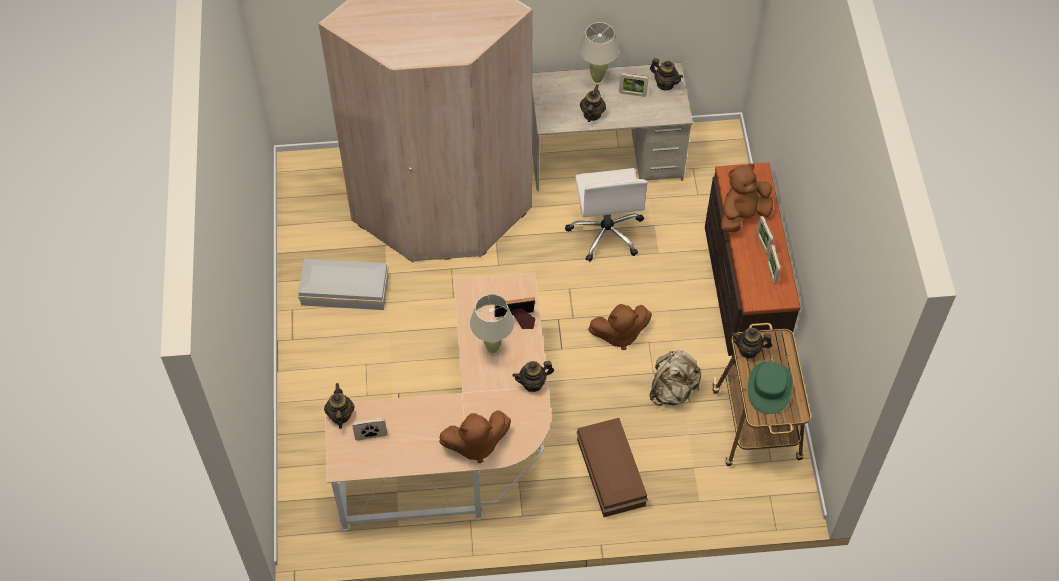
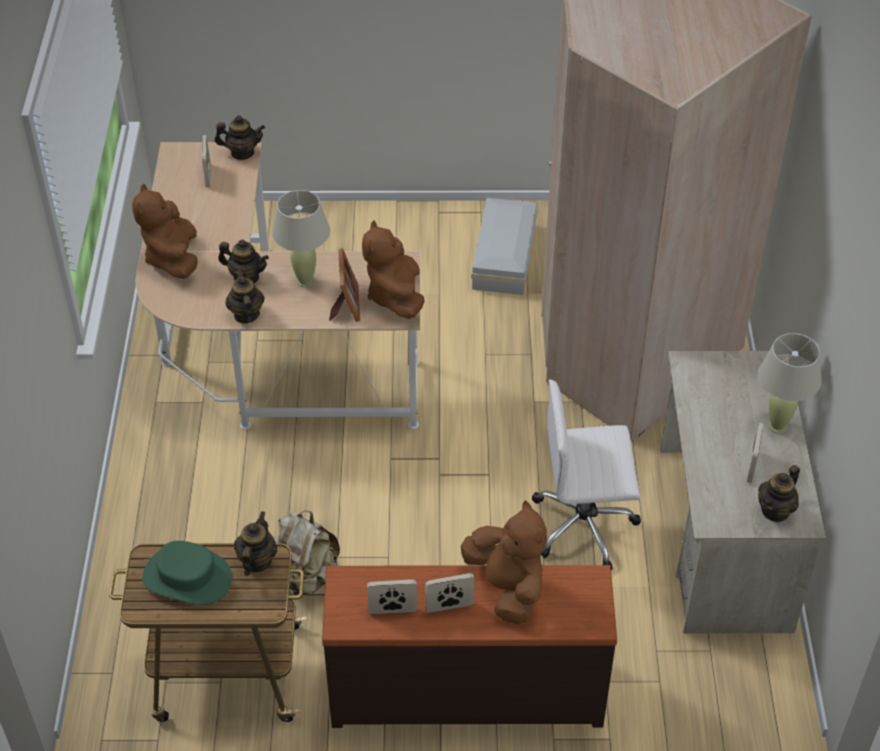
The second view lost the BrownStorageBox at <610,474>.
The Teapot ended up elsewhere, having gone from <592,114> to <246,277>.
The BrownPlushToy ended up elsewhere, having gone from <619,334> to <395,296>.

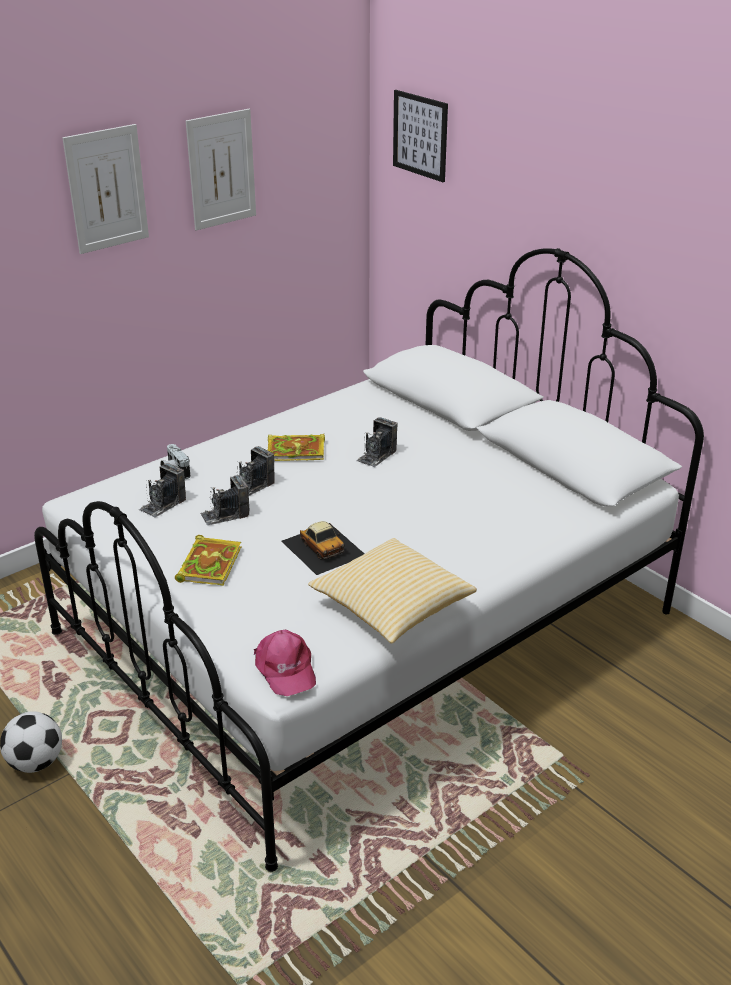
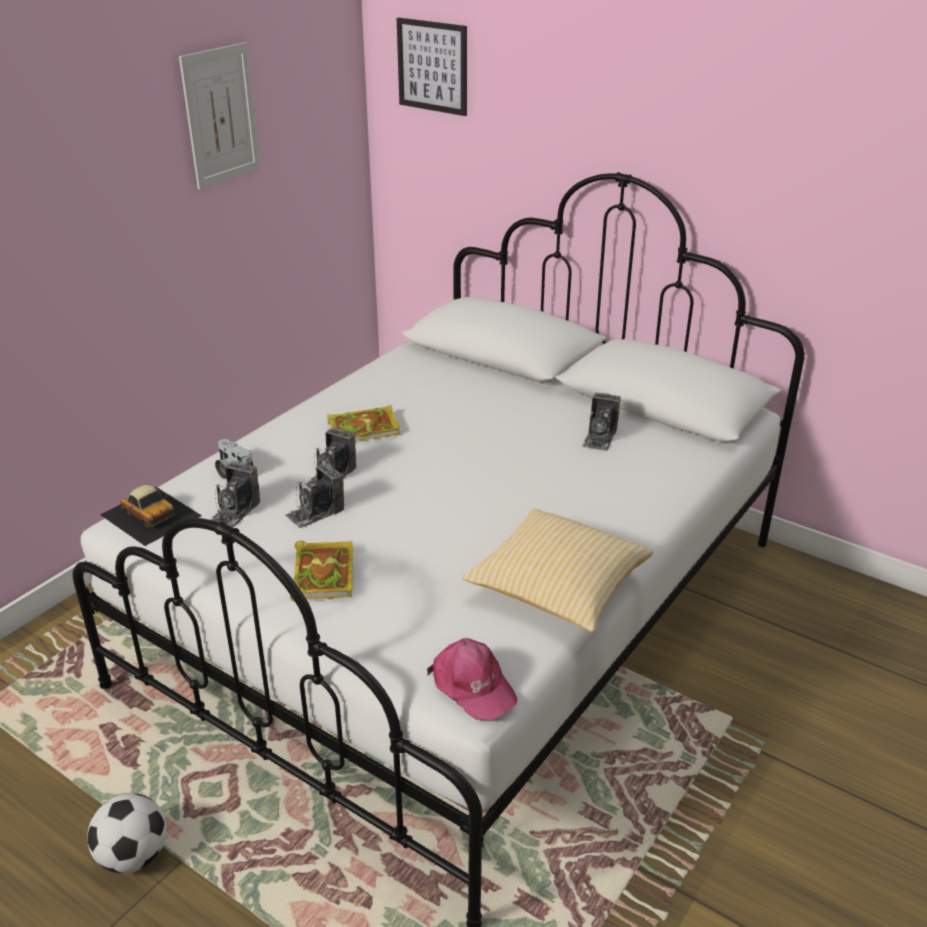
The second view lost the Picture at <107,189>.
The ToyCar ended up elsewhere, having gone from <323,547> to <151,514>.
The PhotoCamera ended up elsewhere, having gone from <376,456> to <599,437>.

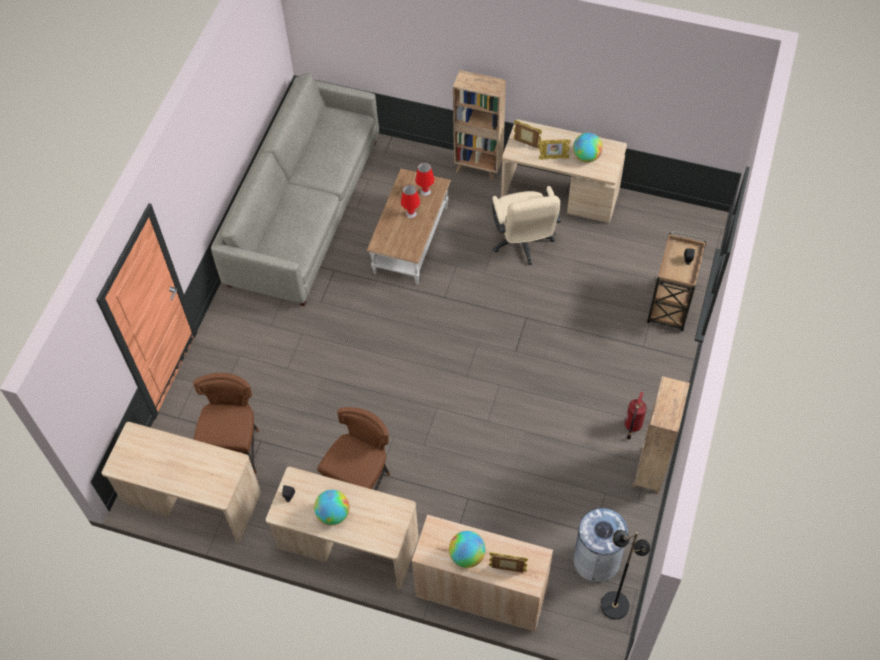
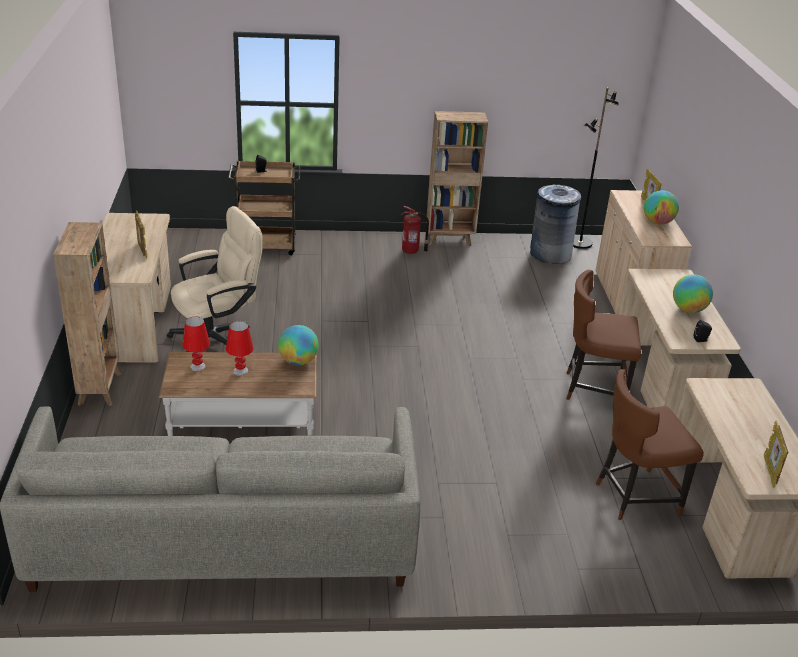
The PictureFrame ended up elsewhere, having gone from <526,144> to <769,472>.
The Globe ended up elsewhere, having gone from <586,157> to <298,361>.

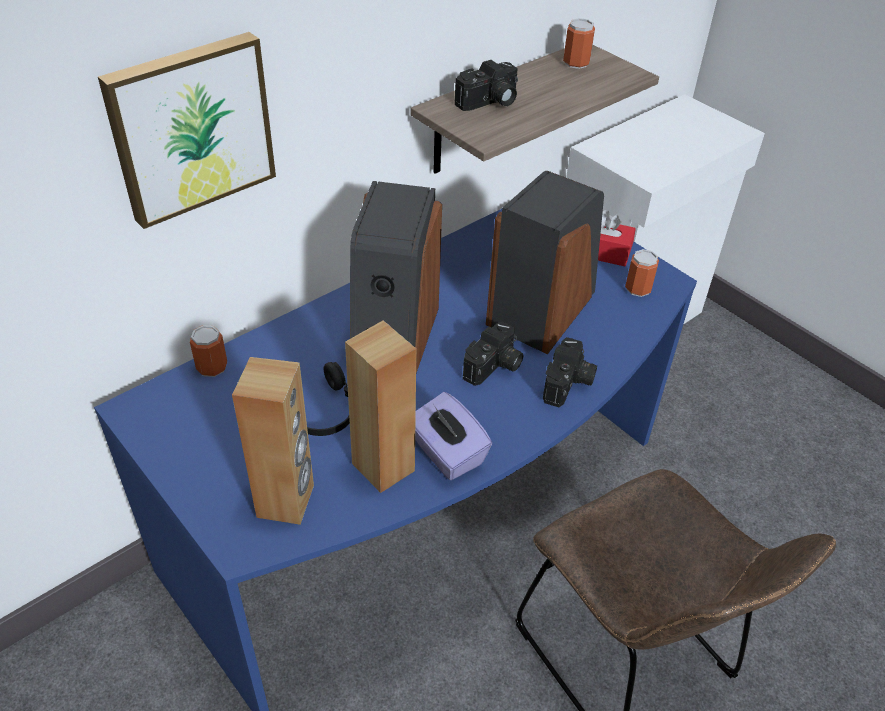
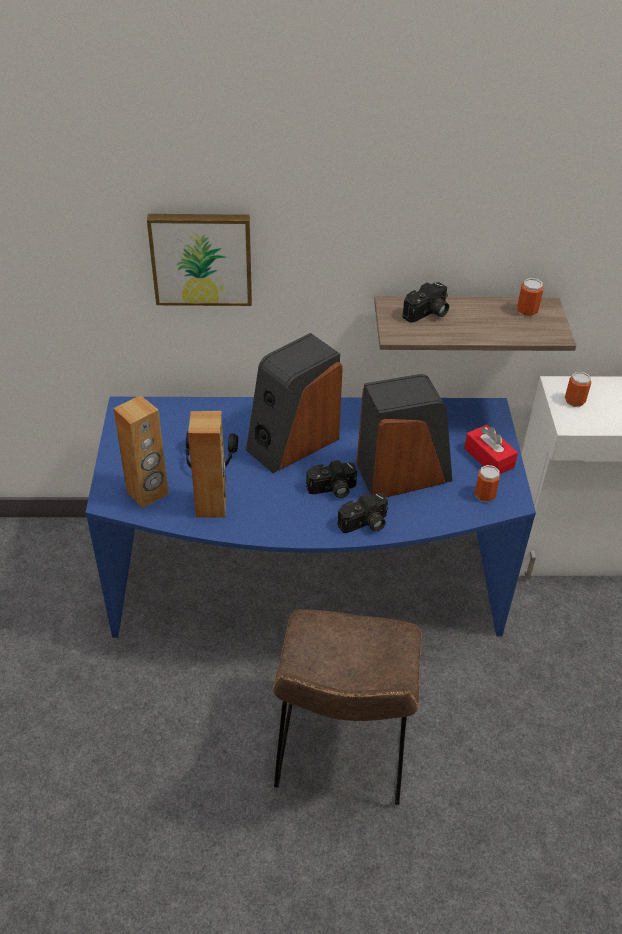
The second view lost the PurpleTissueBox at <446,453>.
The Can ended up elsewhere, having gone from <212,367> to <574,401>.
The PhotoCamera at <489,102> ended up facing another way, 45 degrees counterclockwise from before.

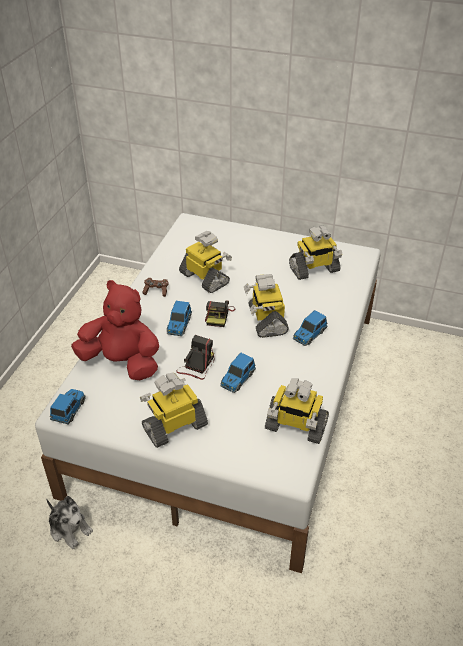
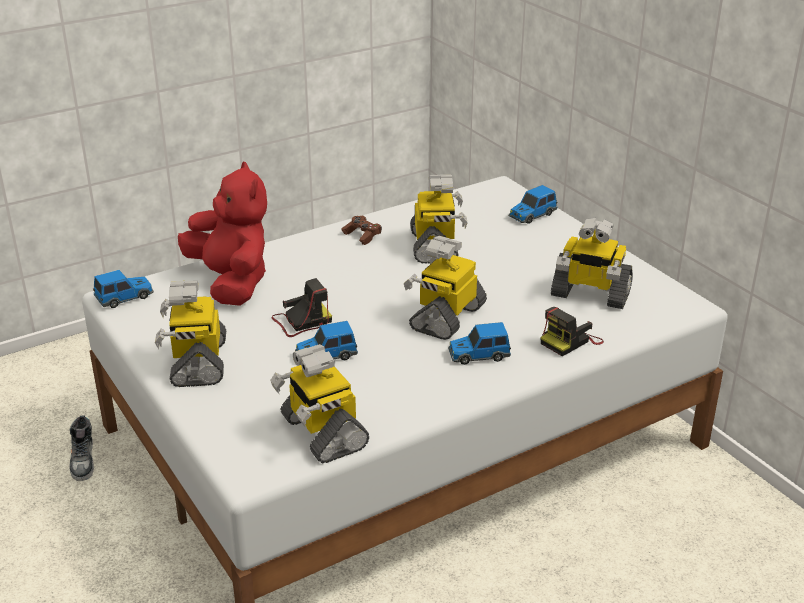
The ToyCar ended up elsewhere, having gone from <179,325> to <532,215>.
The PhotoCamera ended up elsewhere, having gone from <219,315> to <570,341>.
Where the PlushToy stood at <70,528>, the Shoe came to stand at <83,460>.
The ToyRobot at <174,426> ended up facing another way, 105 degrees counterclockwise from before.

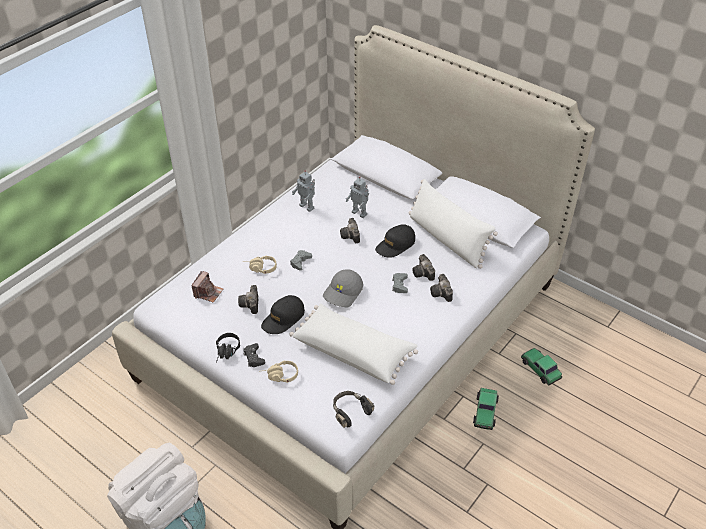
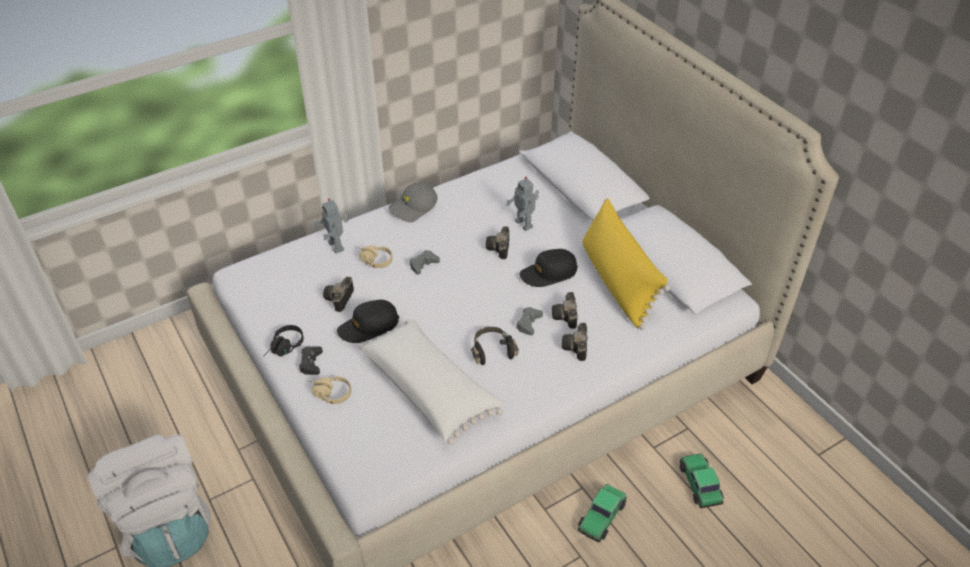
The second view lost the PhotoCamera at <208,292>.
The ToyRobot ended up elsewhere, having gone from <307,206> to <337,246>.
The GreyCap ended up elsewhere, having gone from <343,293> to <413,208>.
The BlackHeadphones ended up elsewhere, having gone from <350,412> to <492,351>.
What was the WhitePillow at <447,239> turned into the YellowPillow at <617,282>.

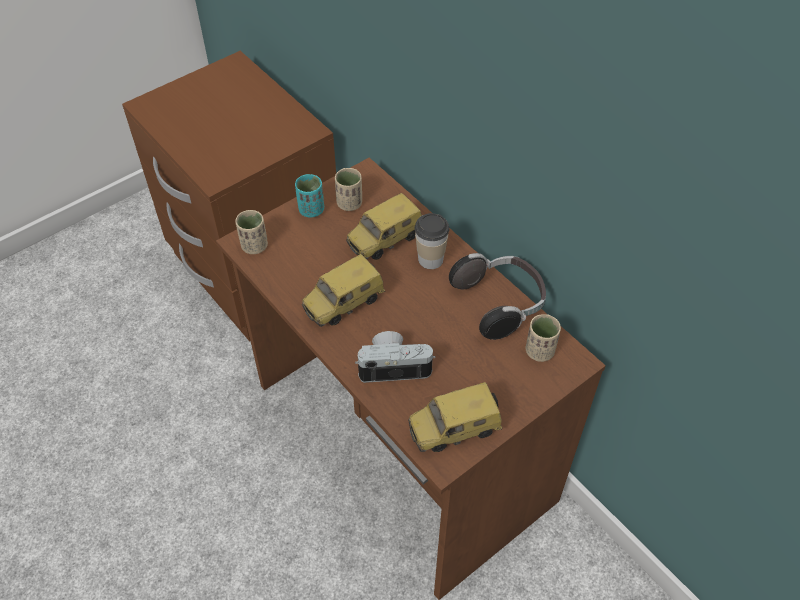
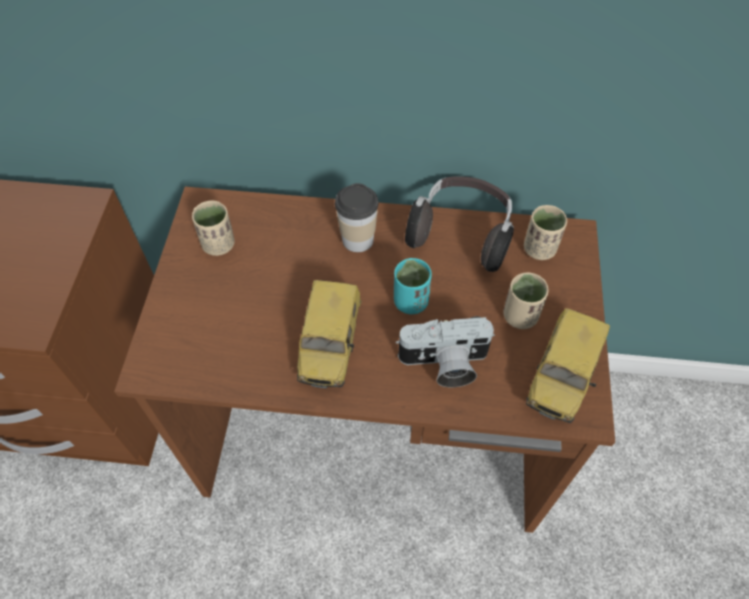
The second view lost the ToyCar at <386,242>.
The BeigeCup ended up elsewhere, having gone from <254,246> to <520,316>.
The TurquoiseCup ended up elsewhere, having gone from <311,210> to <410,301>.
The PhotoCamera at <394,365> ended up facing another way, 135 degrees counterclockwise from before.

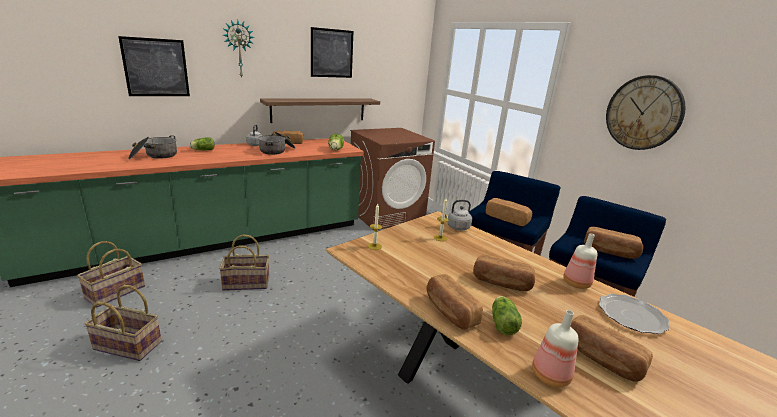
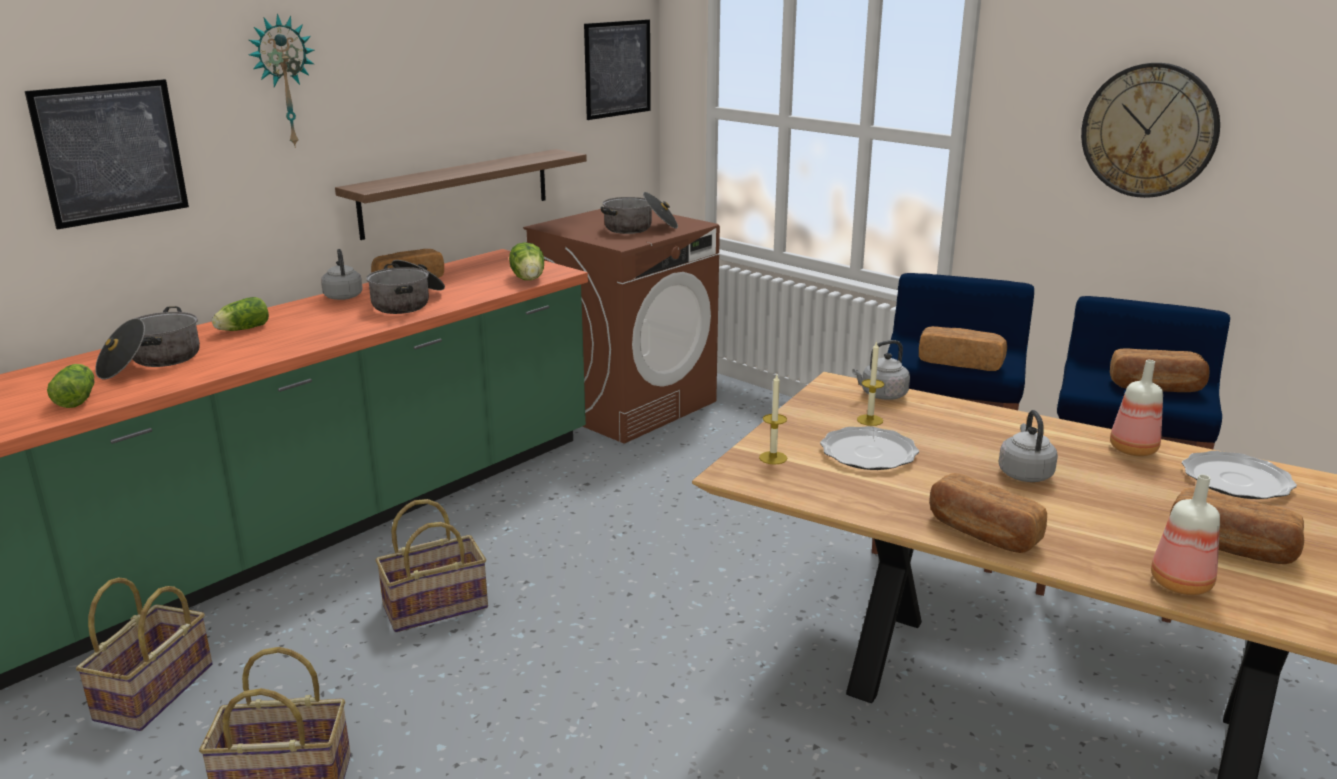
The second view gained the CookingPot at <639,228>.
The second view gained the Plate at <868,453>.
The Picture ended up elsewhere, having gone from <332,53> to <617,69>.
The Lettuce ended up elsewhere, having gone from <502,323> to <78,398>.
Where the Bread stood at <501,283>, the GreyKettle came to stand at <1024,473>.

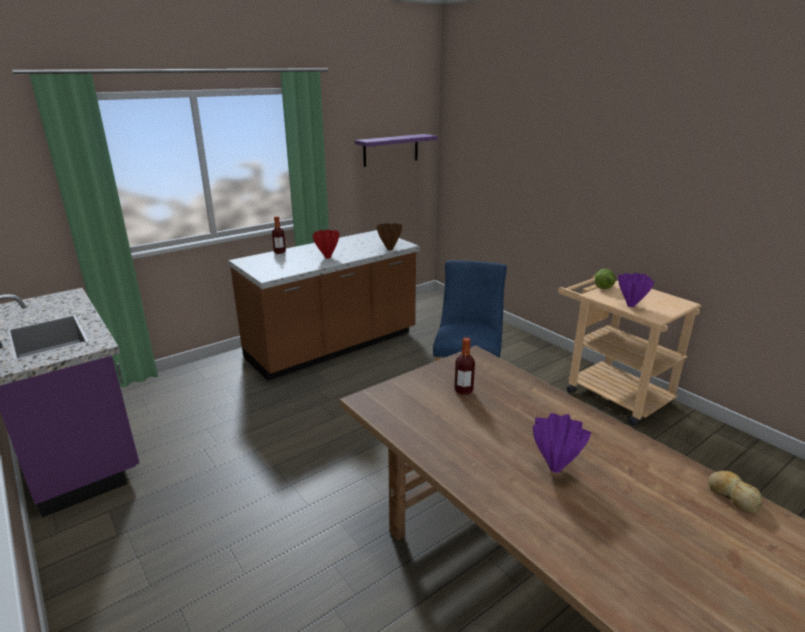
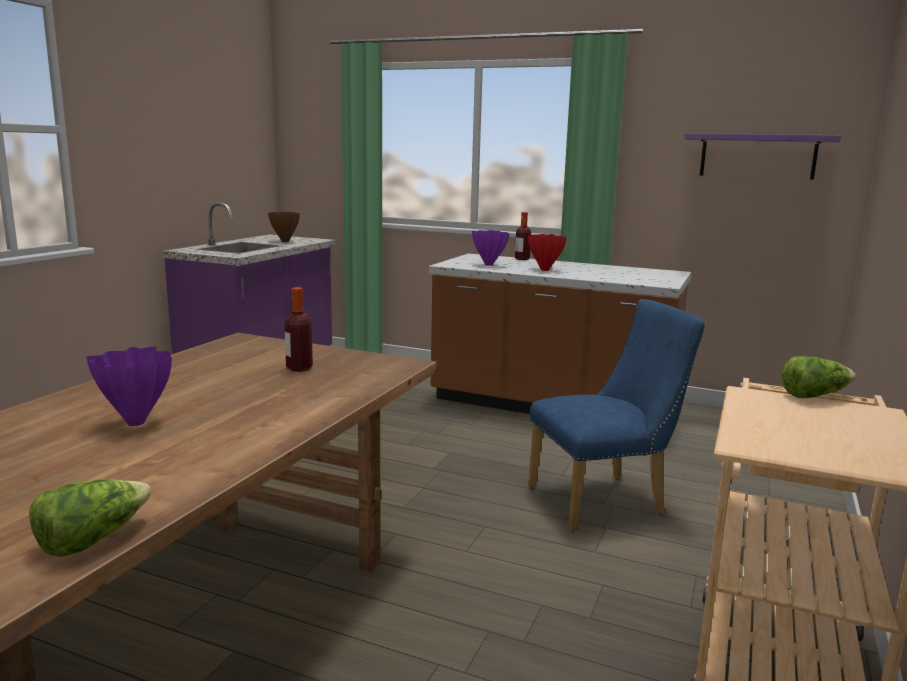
The BrownVase ended up elsewhere, having gone from <389,249> to <284,241>.
The PurpleVase ended up elsewhere, having gone from <630,306> to <488,265>.
Where the Bread stood at <732,496>, the Lettuce came to stand at <92,539>.

